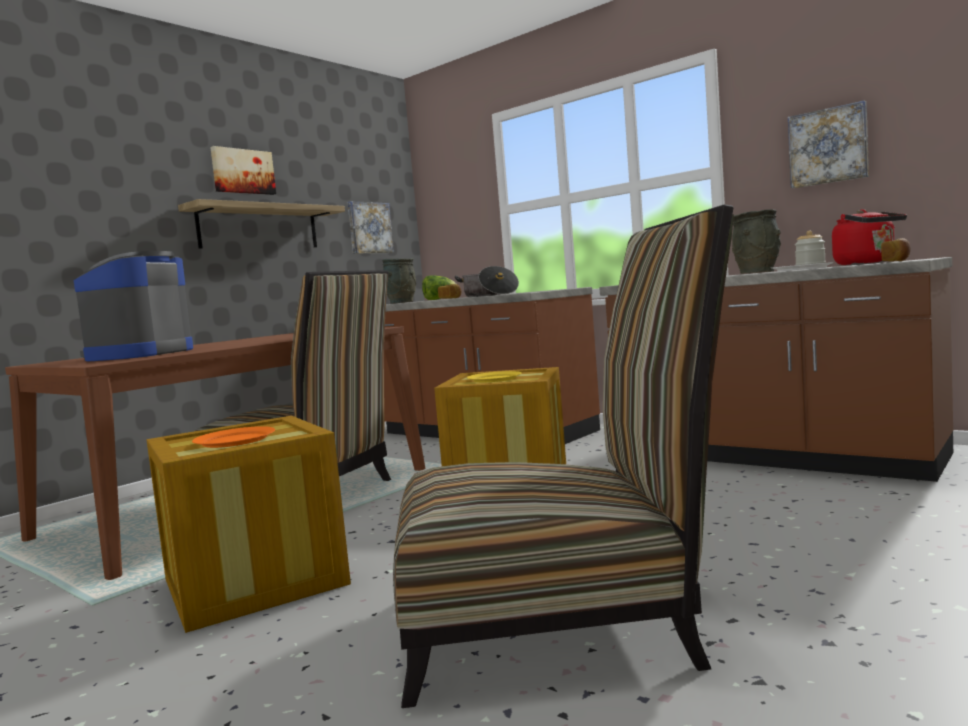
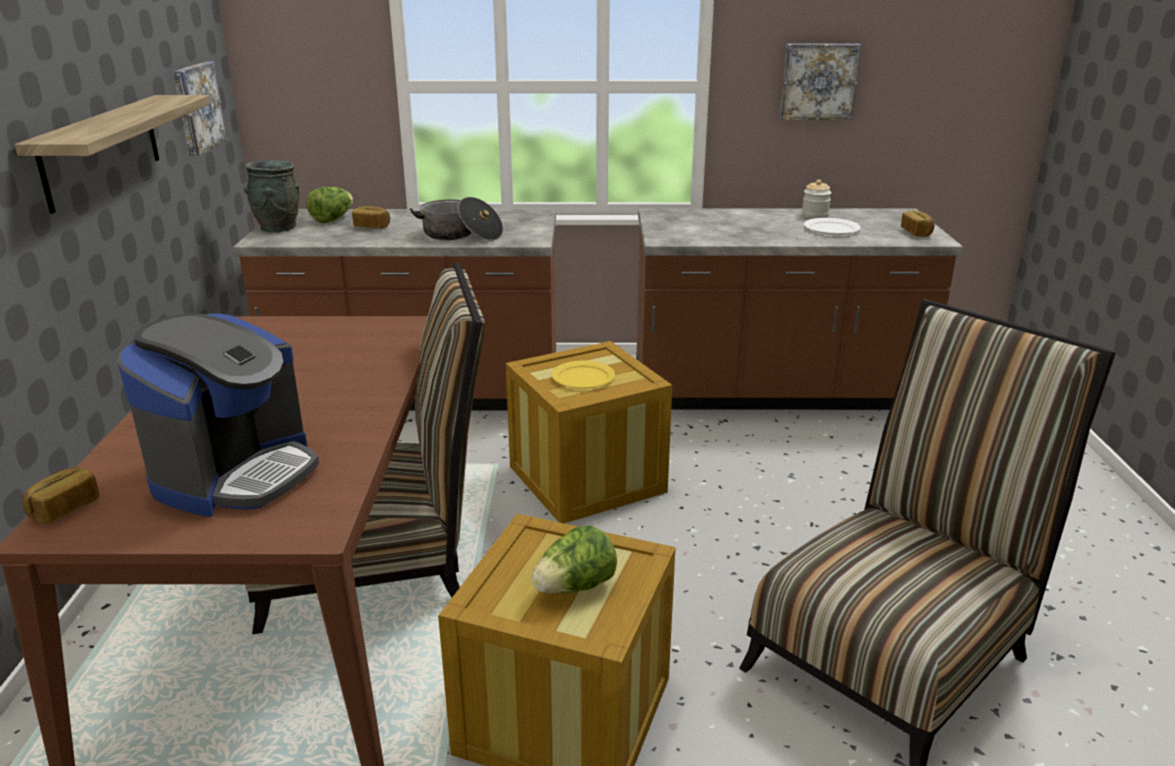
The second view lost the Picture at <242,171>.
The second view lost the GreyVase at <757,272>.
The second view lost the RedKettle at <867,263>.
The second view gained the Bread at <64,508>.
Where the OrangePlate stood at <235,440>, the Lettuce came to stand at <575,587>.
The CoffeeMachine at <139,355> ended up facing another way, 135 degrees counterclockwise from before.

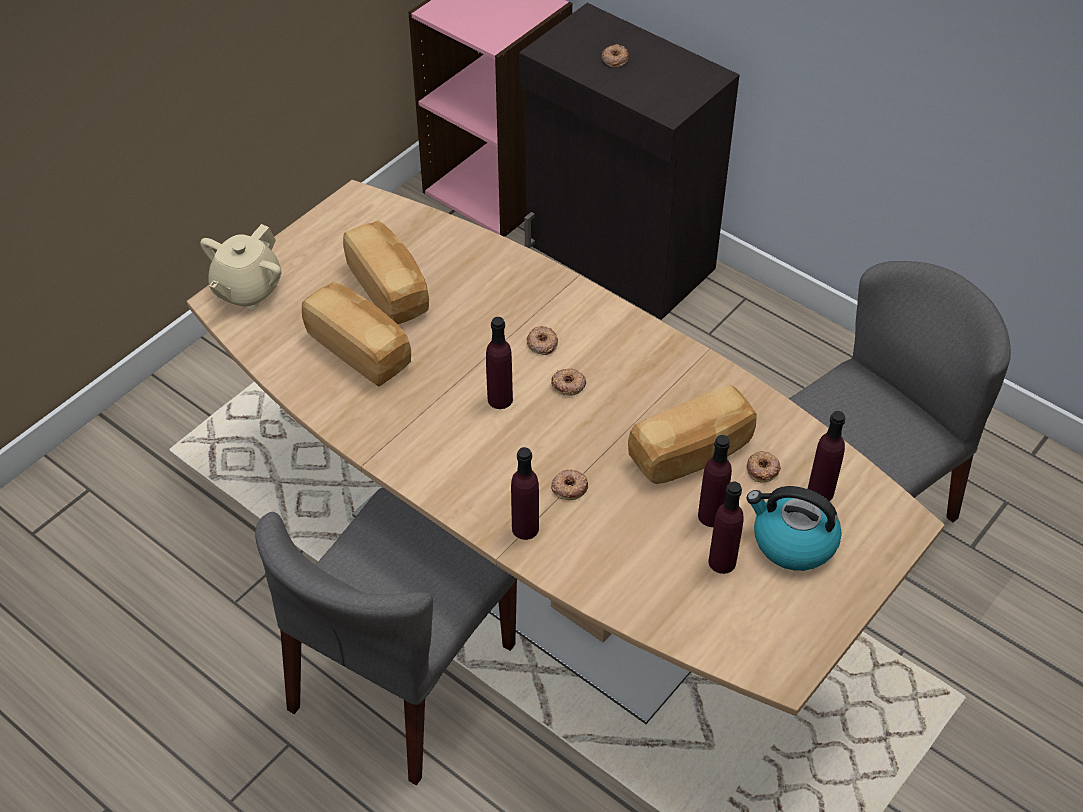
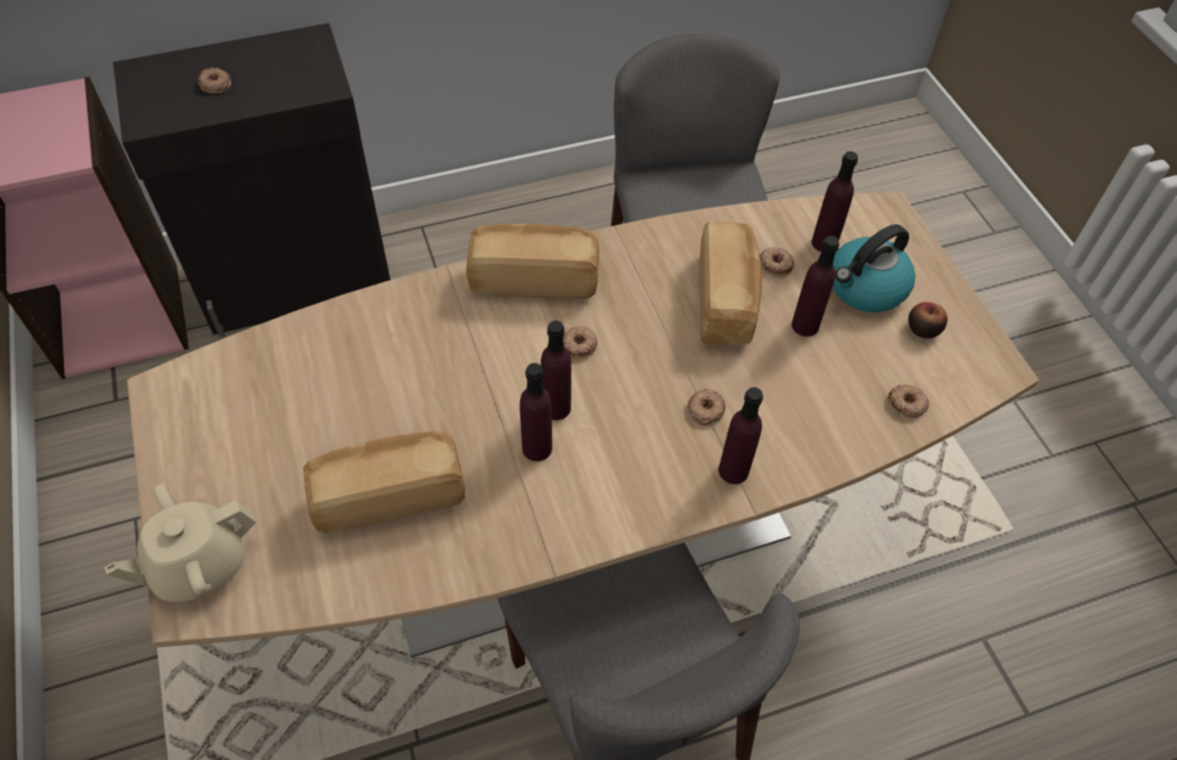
The second view gained the Apple at <923,329>.
The Bread ended up elsewhere, having gone from <389,289> to <534,278>.
The Donut ended up elsewhere, having gone from <542,343> to <907,404>.
The PurpleBottle ended up elsewhere, having gone from <722,562> to <537,448>.
The BeigeTeapot at <247,290> ended up facing another way, 90 degrees clockwise from before.

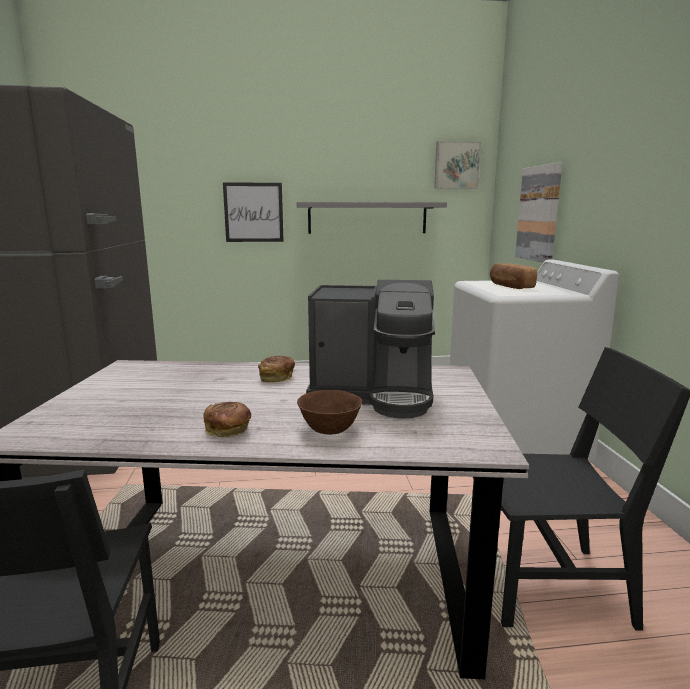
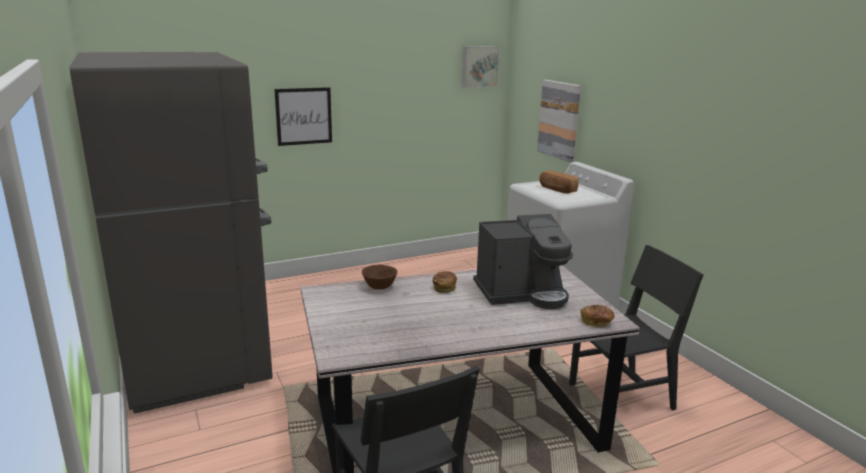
The second view lost the GreyShelf at <367,218>.
The Bread ended up elsewhere, having gone from <228,431> to <596,323>.
The BrownBowl ended up elsewhere, having gone from <330,430> to <379,287>.

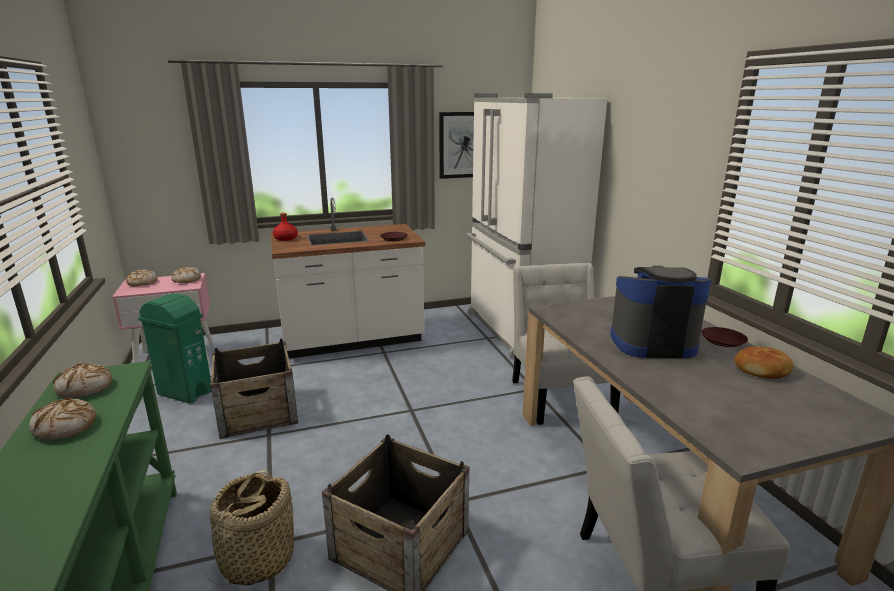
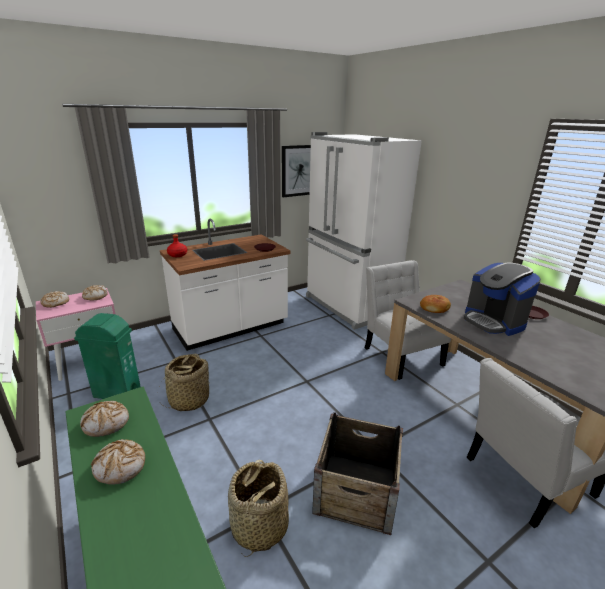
The Bread ended up elsewhere, having gone from <762,370> to <435,308>.
Where the Crate stood at <257,411>, the Basket came to stand at <189,400>.
The CoffeeMachine at <652,343> ended up facing another way, 105 degrees counterclockwise from before.

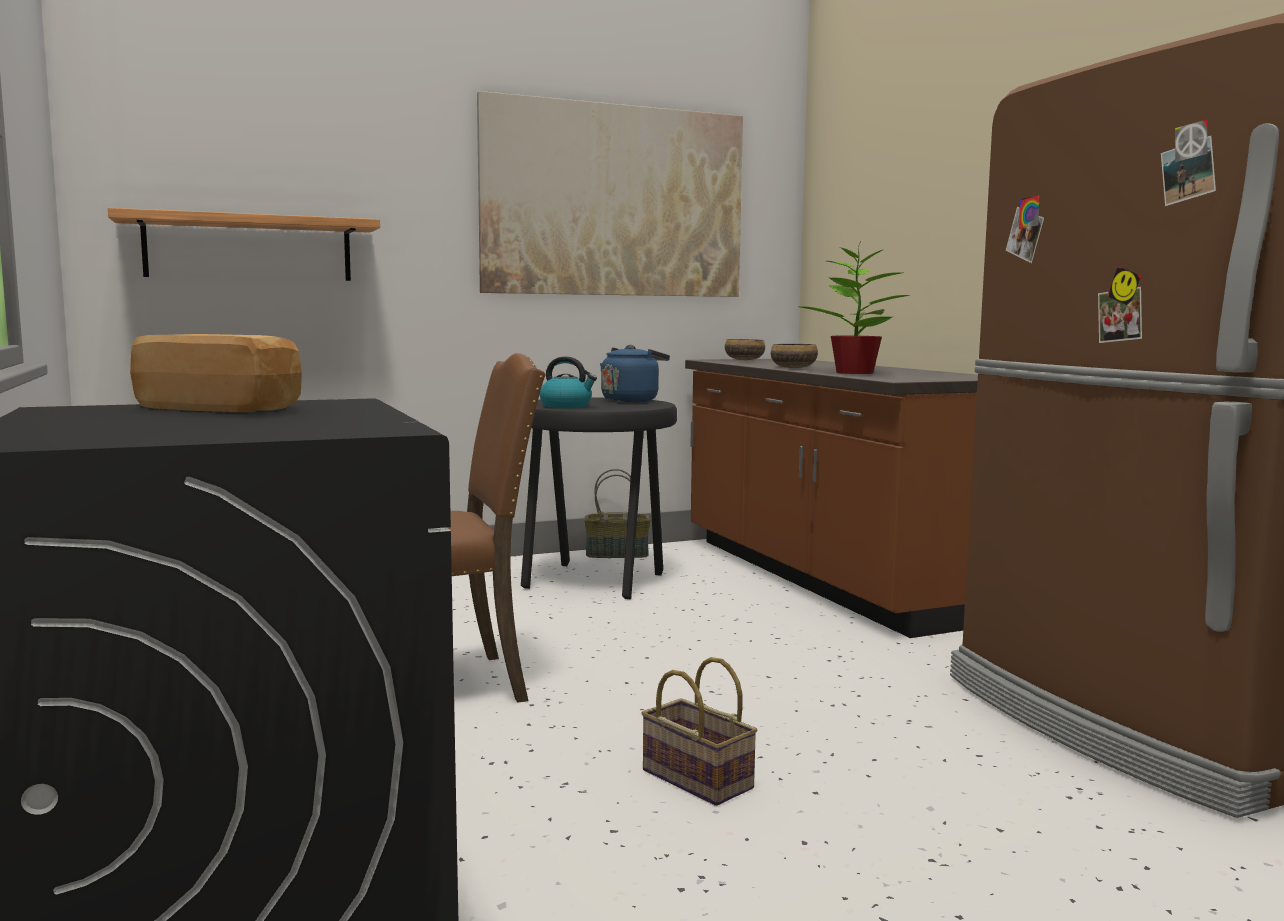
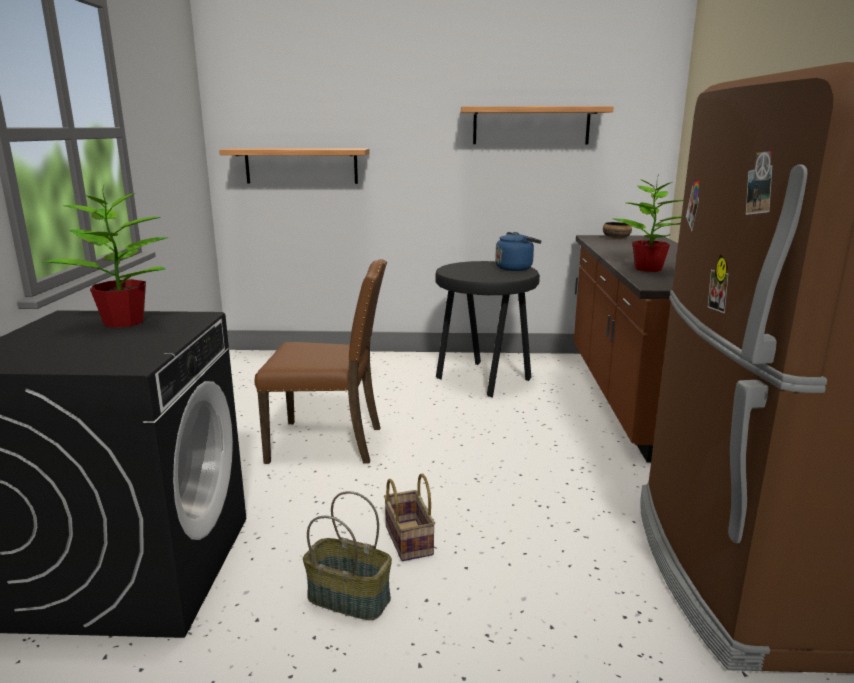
The second view lost the Kettle at <567,406>.
The second view lost the Bowl at <793,368>.
The Basket ended up elsewhere, having gone from <617,553> to <350,597>.
Where the Bread stood at <220,408>, the PottedPlant came to stand at <125,322>.
Where the Picture hung at <615,201>, the Shelf came to hang at <531,126>.

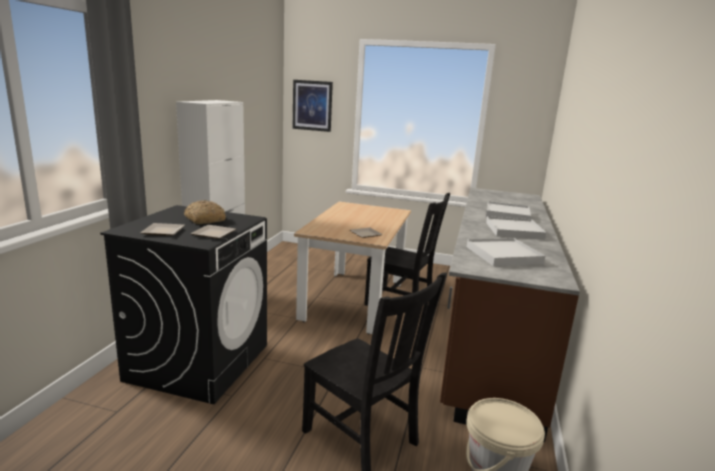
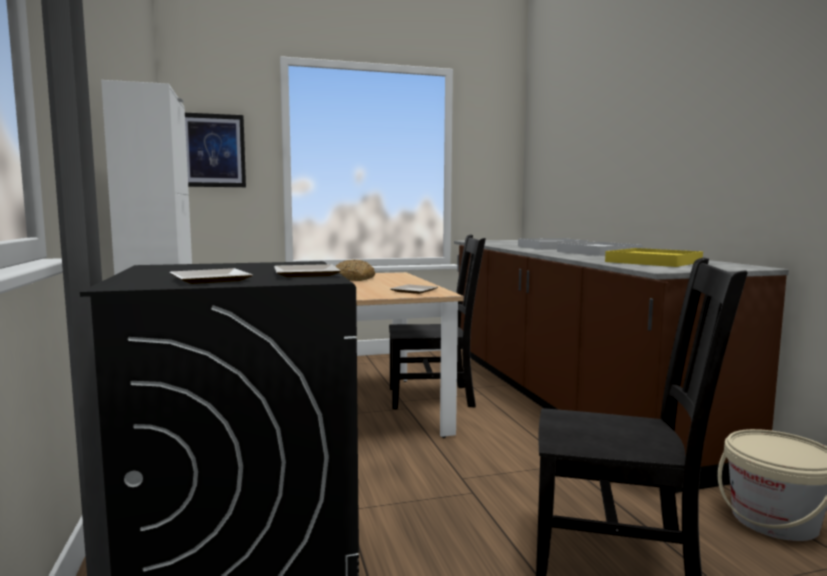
The Bread ended up elsewhere, having gone from <204,219> to <352,279>.
What was the WhiteTray at <503,255> turned into the YellowTray at <653,262>.

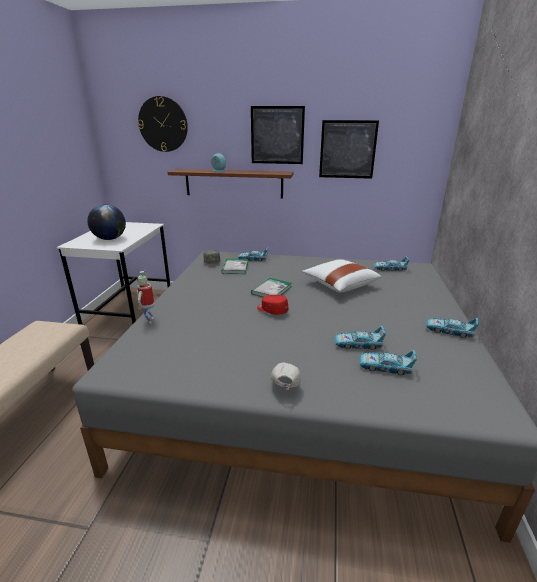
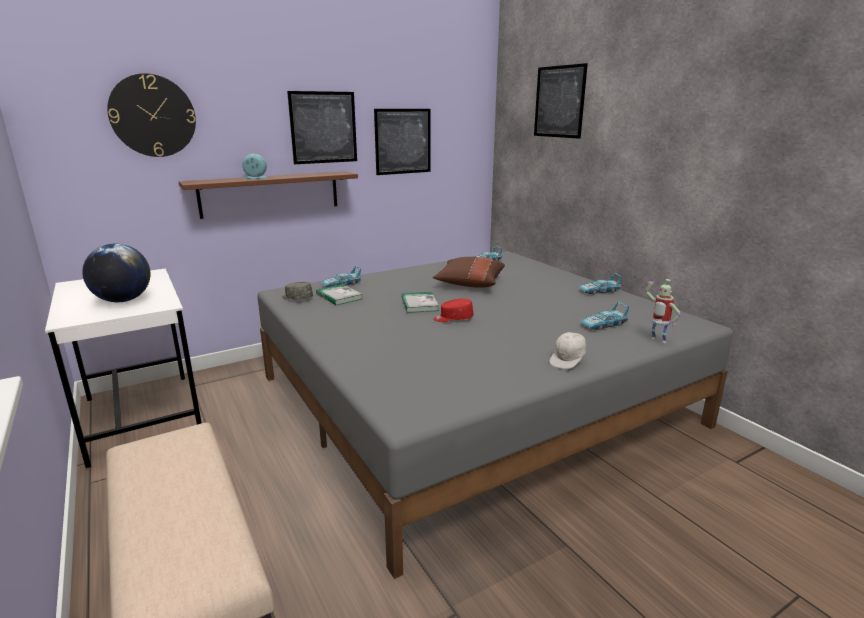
The second view lost the ToyCar at <358,344>.
The second view gained the Picture at <559,102>.
The ToyRobot ended up elsewhere, having gone from <149,320> to <657,341>.
What was the WhitePillow at <339,285> turned into the BrownPillow at <469,284>.
The WhiteCap at <284,387> ended up facing another way, 105 degrees counterclockwise from before.

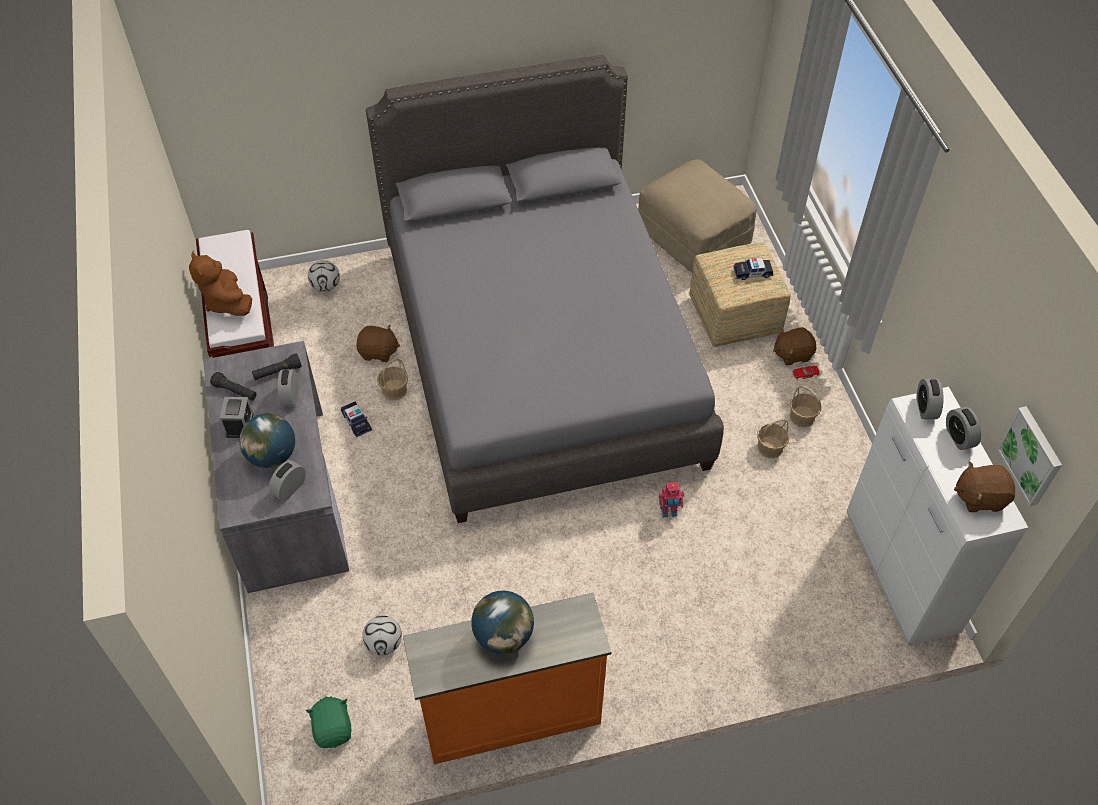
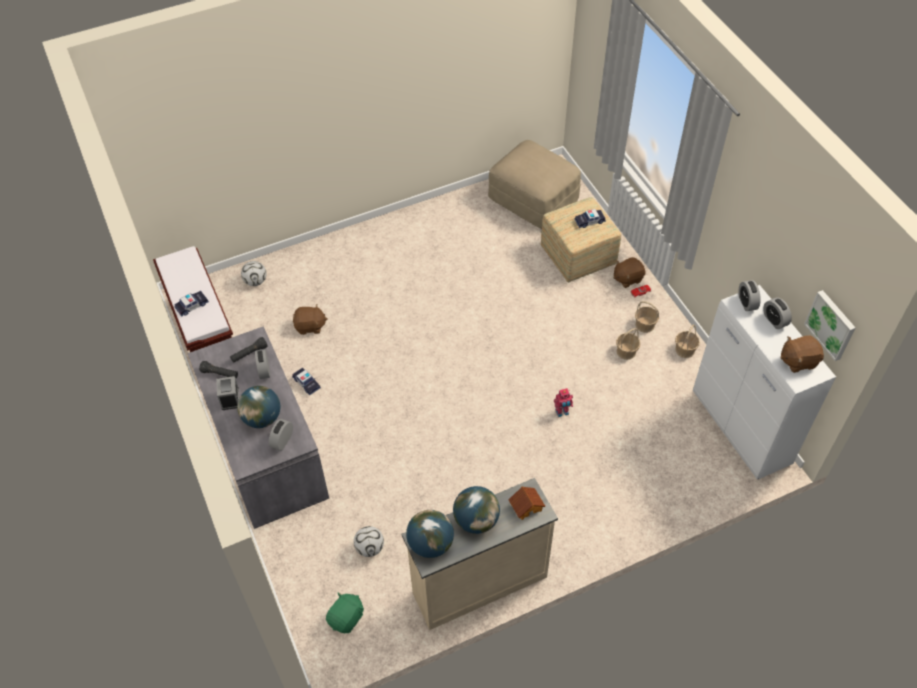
The second view lost the GreyBed at <540,354>.
The second view gained the Globe at <430,544>.
The second view gained the ToyHouse at <526,506>.
The Basket ended up elsewhere, having gone from <394,390> to <684,350>.
Where the BrownPlushToy stood at <226,302>, the ToyCar came to stand at <192,305>.
What was the OrangeDresser at <510,715> turned into the BeigeDresser at <478,584>.
The GreenPlushToy at <333,728> ended up facing another way, 60 degrees clockwise from before.

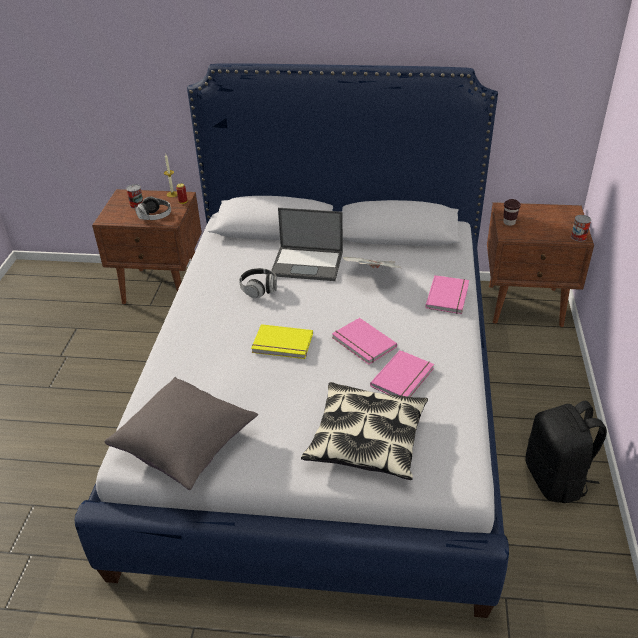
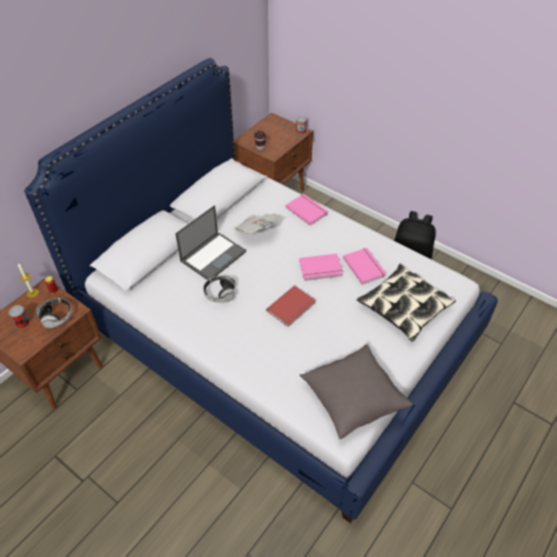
What was the YellowBook at <282,344> turned into the RedBook at <292,307>.

